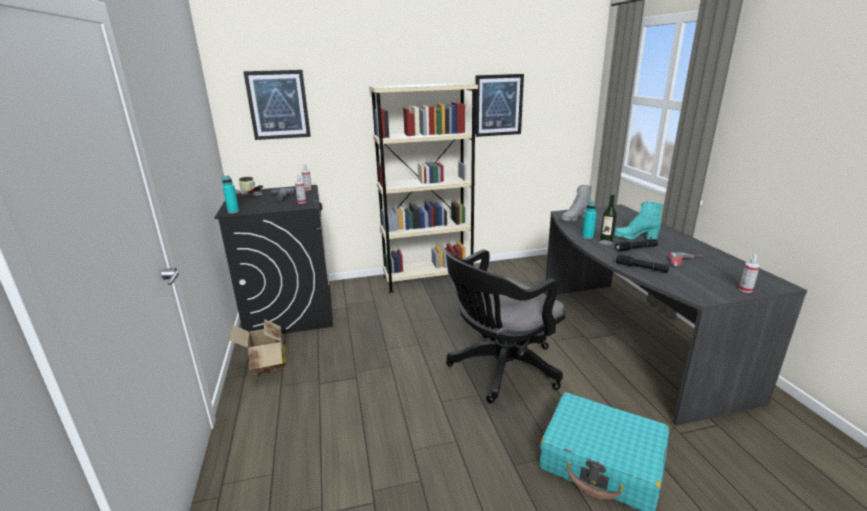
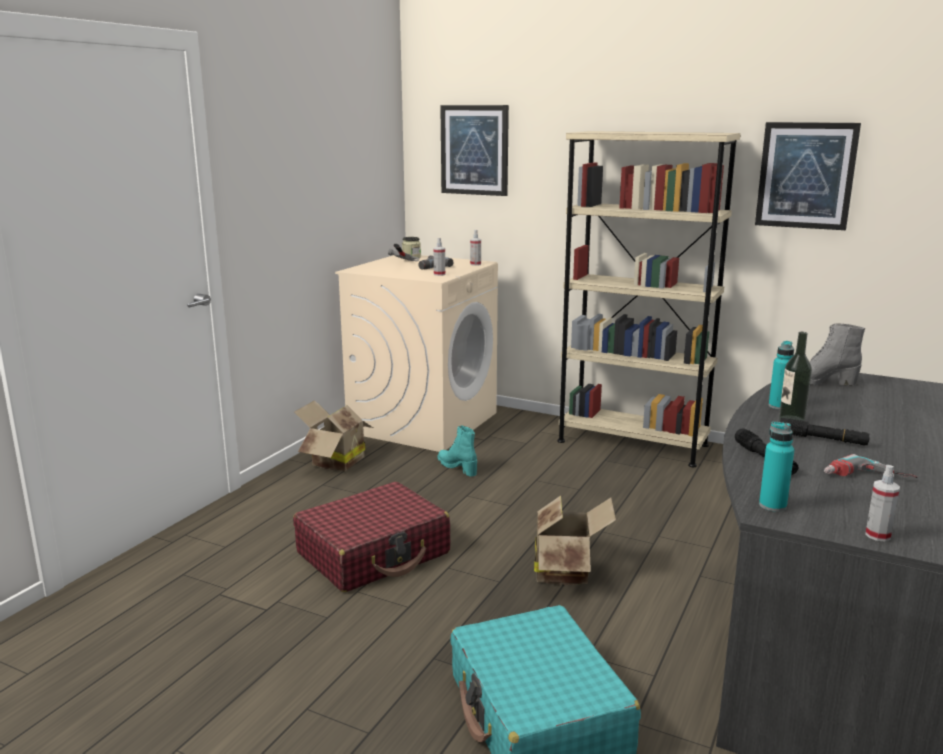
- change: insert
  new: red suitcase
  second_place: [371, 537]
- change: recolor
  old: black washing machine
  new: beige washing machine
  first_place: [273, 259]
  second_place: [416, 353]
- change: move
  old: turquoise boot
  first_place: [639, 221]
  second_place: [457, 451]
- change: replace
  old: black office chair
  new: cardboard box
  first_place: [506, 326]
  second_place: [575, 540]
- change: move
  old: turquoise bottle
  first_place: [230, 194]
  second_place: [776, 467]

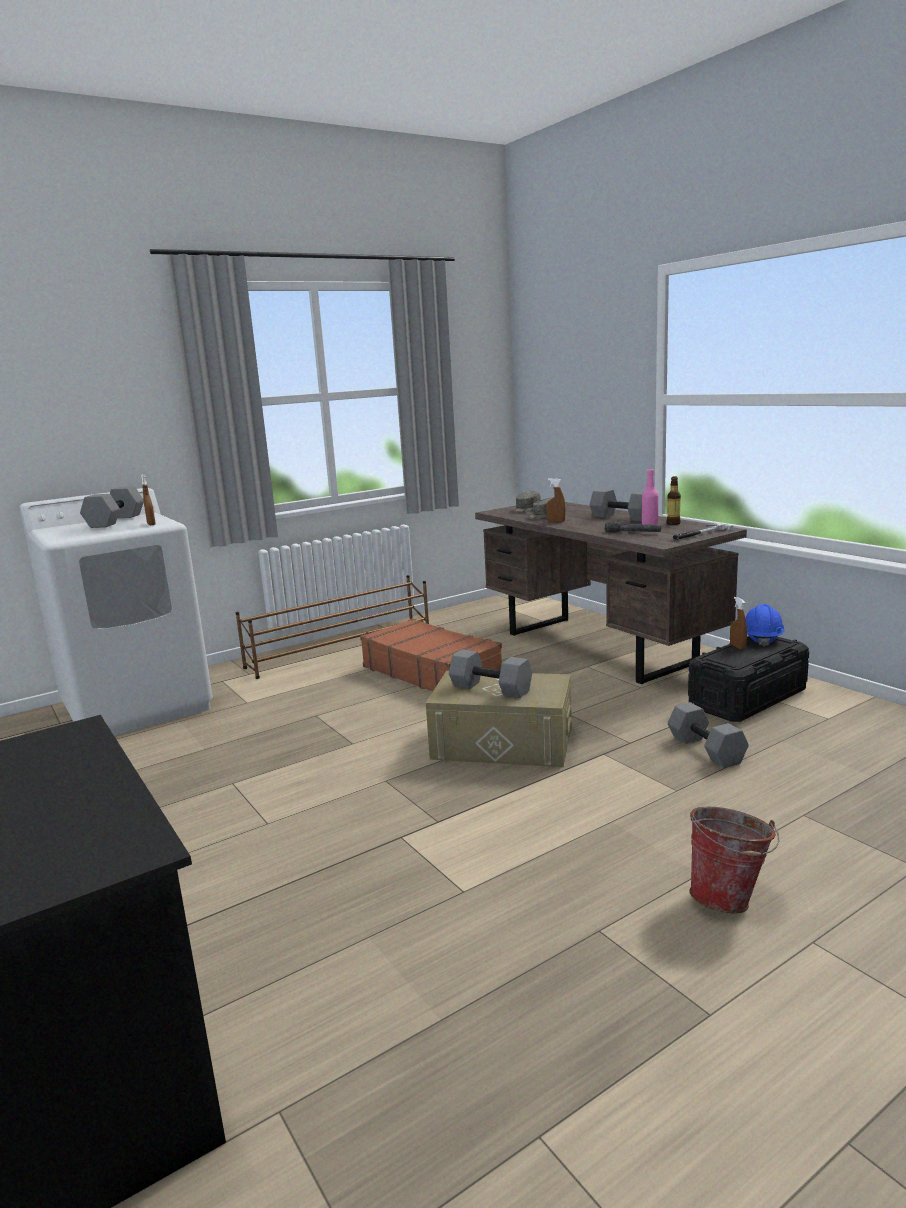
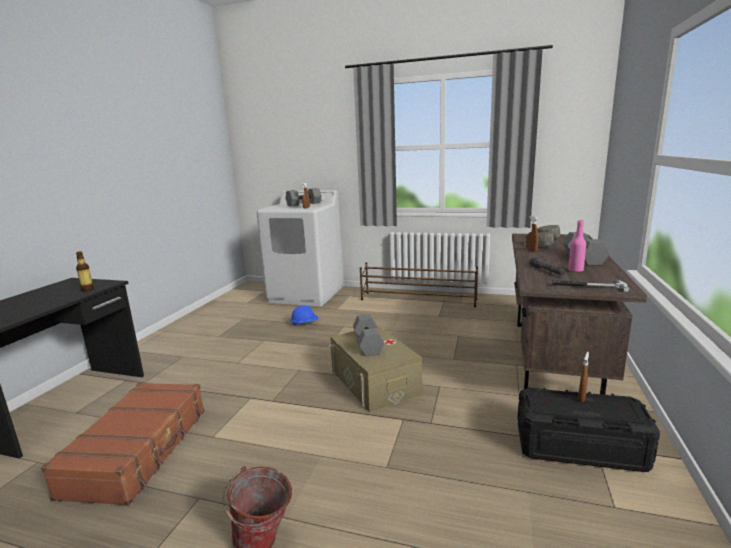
- change: move
  old: brown suitcase
  first_place: [431, 655]
  second_place: [122, 444]
- change: move
  old: bottle
  first_place: [674, 501]
  second_place: [85, 271]
- change: move
  old: blue hard hat
  first_place: [765, 625]
  second_place: [304, 316]
- change: delete
  old: grey dumbbell
  first_place: [708, 735]

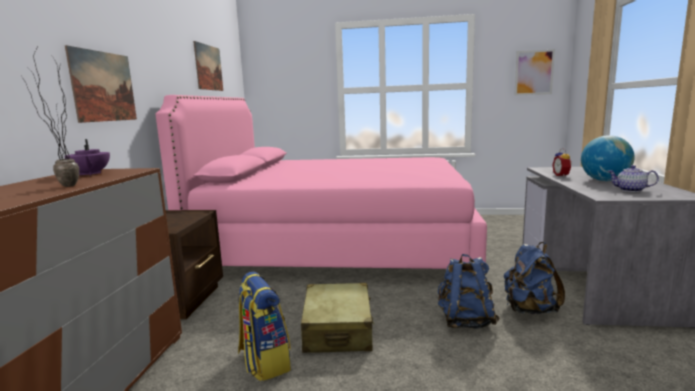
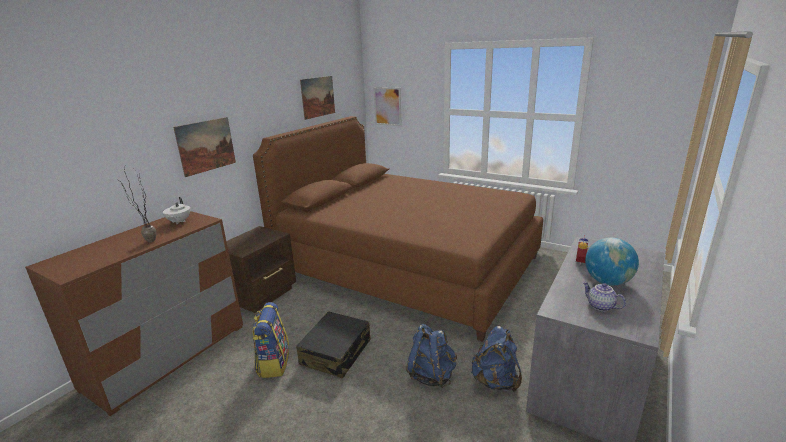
- change: recolor
  old: purple teapot
  new: white teapot
  first_place: [87, 157]
  second_place: [176, 210]
- change: recolor
  old: pink bed
  new: brown bed
  first_place: [321, 182]
  second_place: [398, 229]
- change: recolor
  old: beige suitcase
  new: black suitcase
  first_place: [337, 318]
  second_place: [333, 344]
- change: move
  old: picture
  first_place: [534, 72]
  second_place: [387, 106]

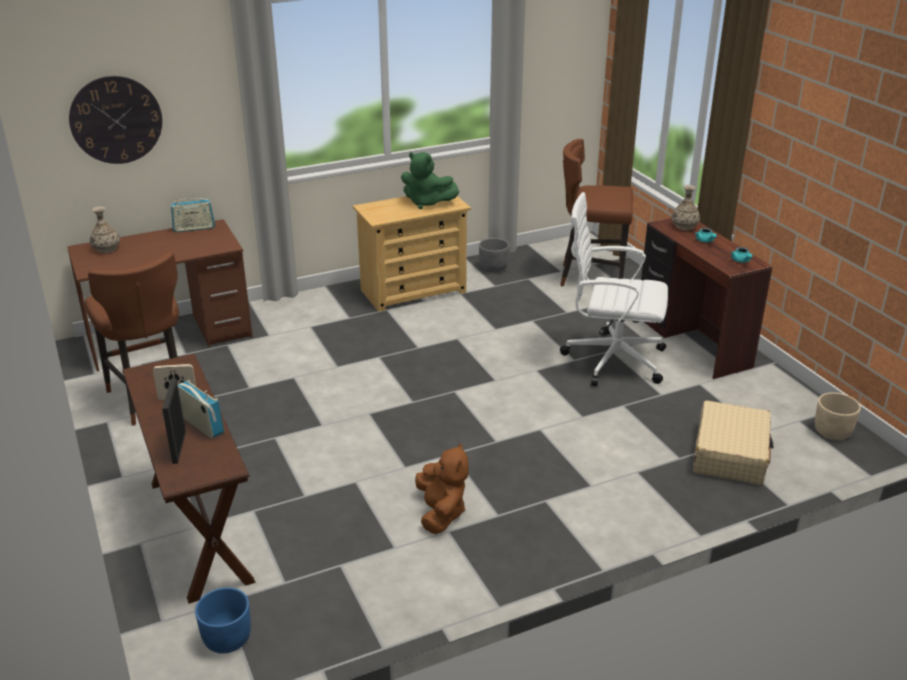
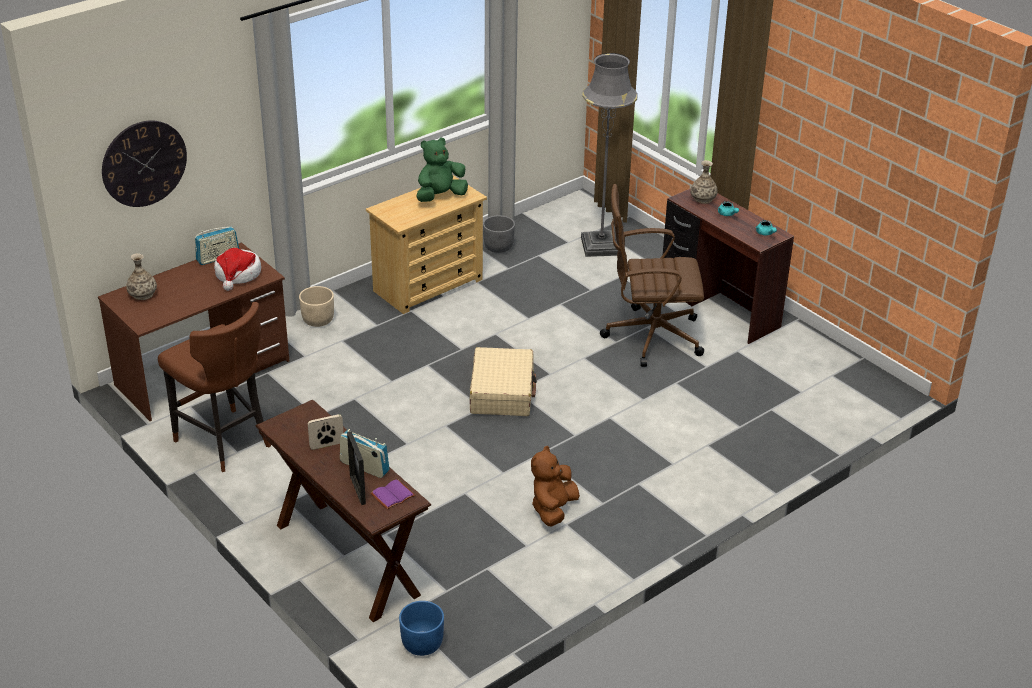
- change: insert
  new: hat
  second_place: [237, 269]
- change: move
  old: beige planter
  first_place: [838, 416]
  second_place: [316, 306]
- change: insert
  new: purple book
  second_place: [392, 494]
- change: rotate
  old: green plush toy
  first_place: [430, 180]
  second_place: [442, 169]
  degrees: 135
- change: move
  old: beige suitcase
  first_place: [733, 442]
  second_place: [503, 381]
- change: rotate
  old: brown plush toy
  first_place: [442, 488]
  second_place: [555, 486]
  degrees: -135
- change: replace
  old: brown stool
  new: grey floor lamp
  first_place: [596, 212]
  second_place: [609, 155]
- change: recolor
  old: white office chair
  new: brown office chair
  first_place: [614, 289]
  second_place: [652, 275]

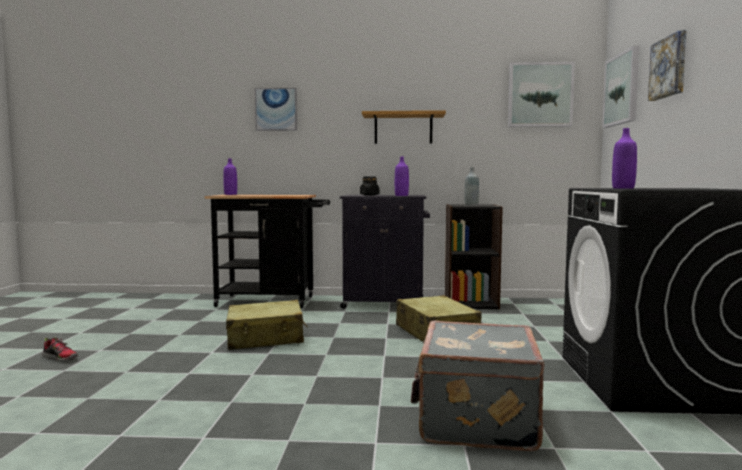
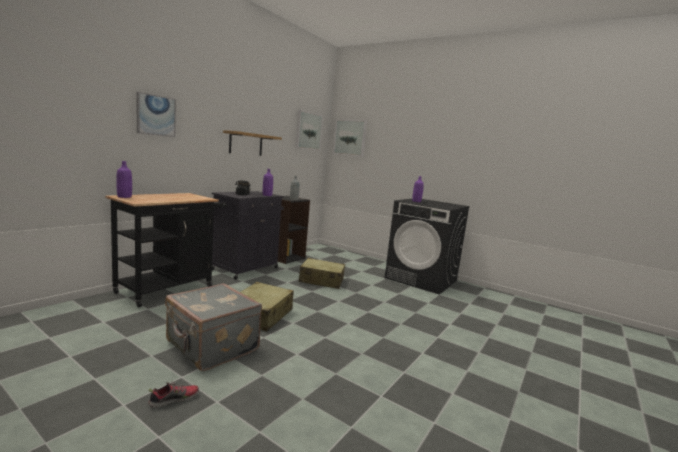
- change: move
  old: grey suitcase
  first_place: [477, 386]
  second_place: [213, 327]
- change: delete
  old: picture
  first_place: [667, 65]

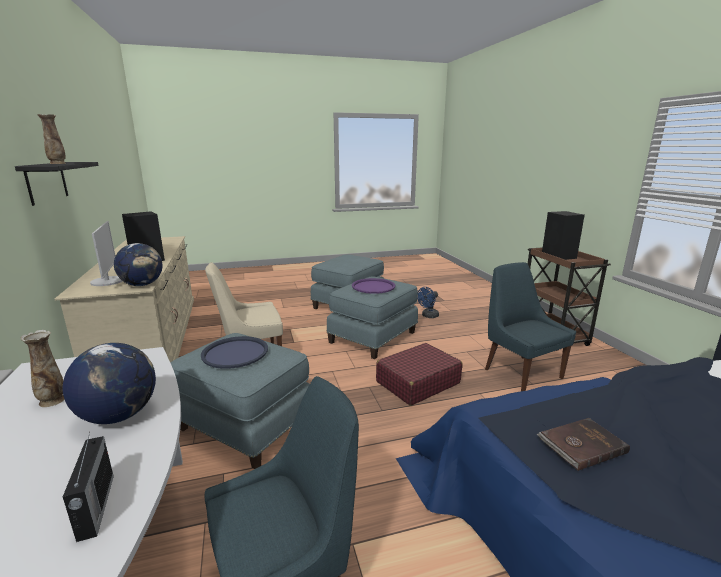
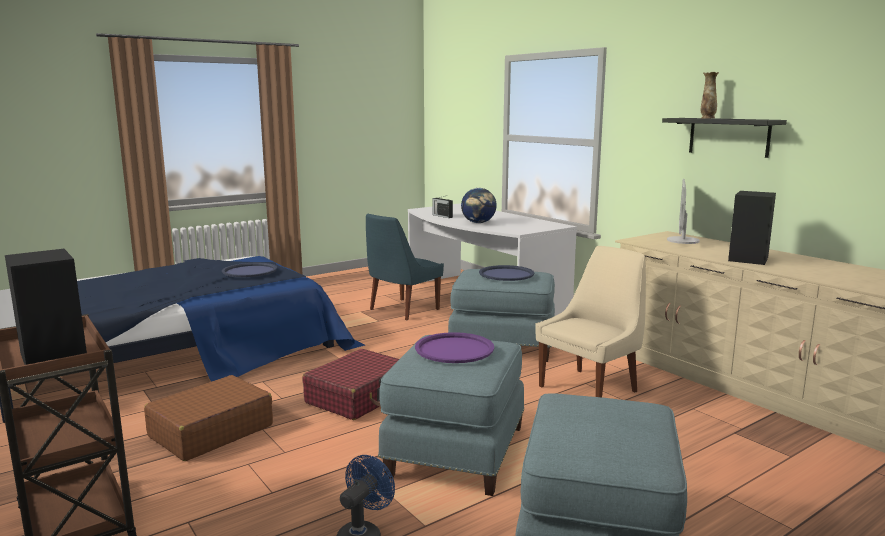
- change: replace
  old: blue chair
  new: brown suitcase
  first_place: [530, 326]
  second_place: [208, 418]
- change: replace
  old: brown book
  new: blue tray
  first_place: [583, 444]
  second_place: [249, 270]
- change: rotate
  old: monitor
  first_place: [106, 253]
  second_place: [683, 211]
  degrees: 60
- change: delete
  old: vase
  first_place: [42, 368]
- change: delete
  old: globe
  first_place: [138, 264]

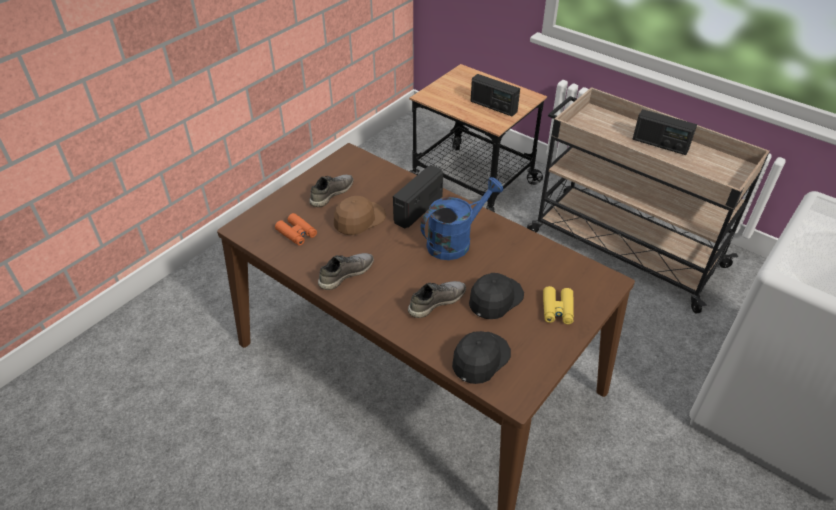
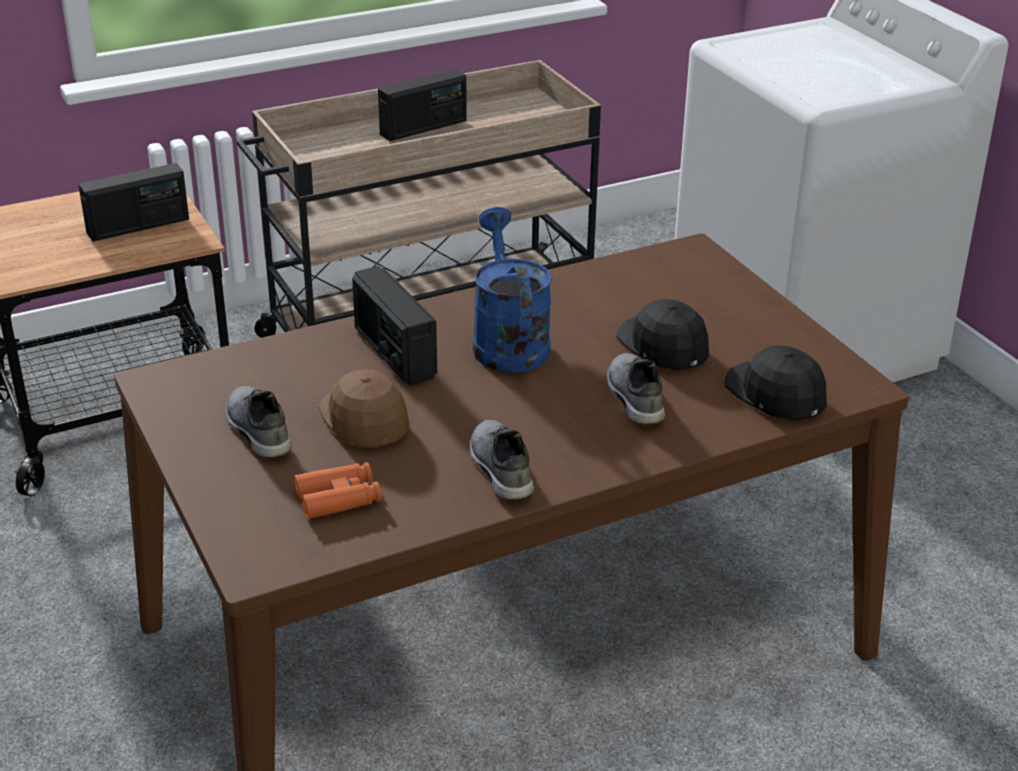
- change: delete
  old: yellow binoculars
  first_place: [558, 305]

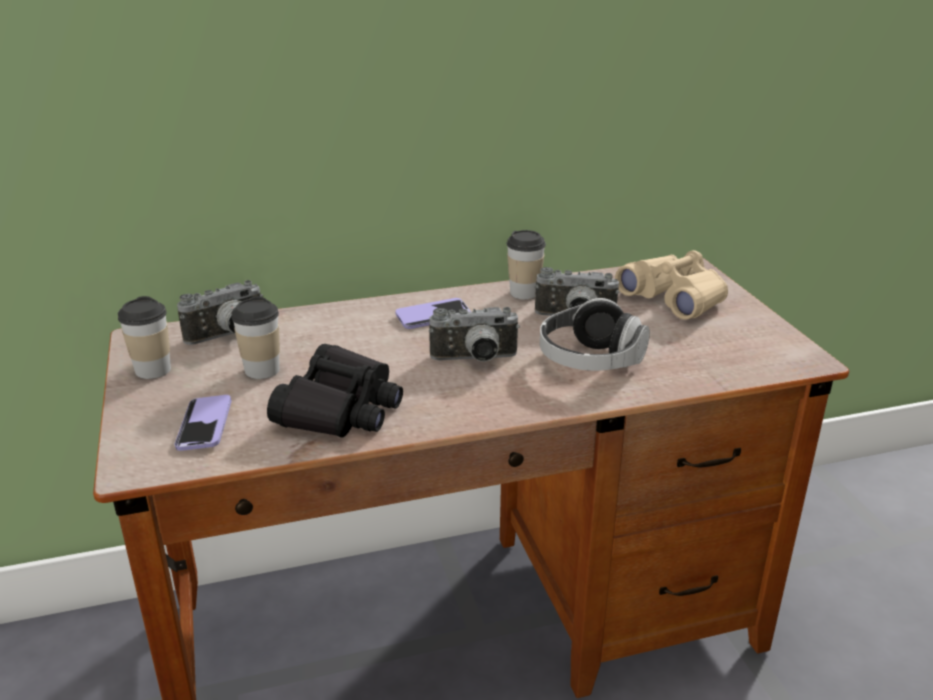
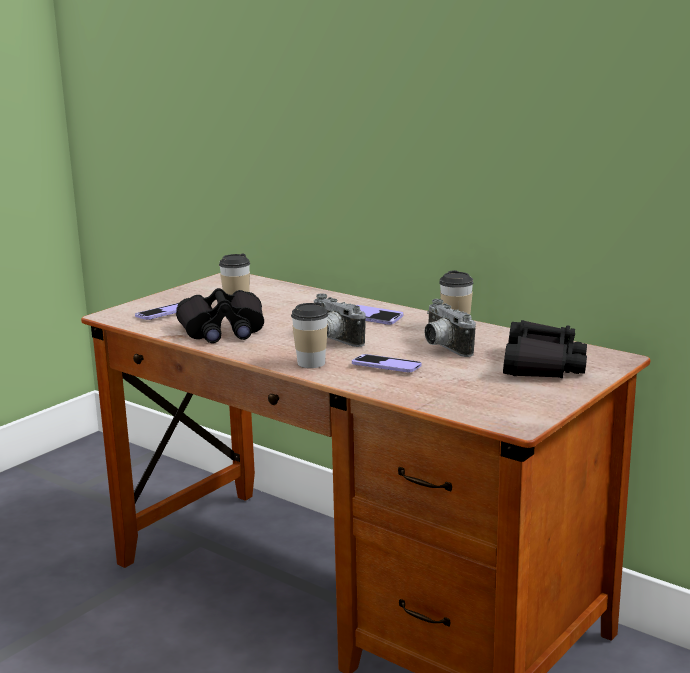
- change: move
  old: cup
  first_place: [144, 337]
  second_place: [309, 335]
- change: replace
  old: headphones
  new: phone
  first_place: [595, 334]
  second_place: [387, 363]
- change: recolor
  old: beige binoculars
  new: black binoculars
  first_place: [671, 285]
  second_place: [545, 349]
- change: delete
  old: photo camera
  first_place: [220, 312]

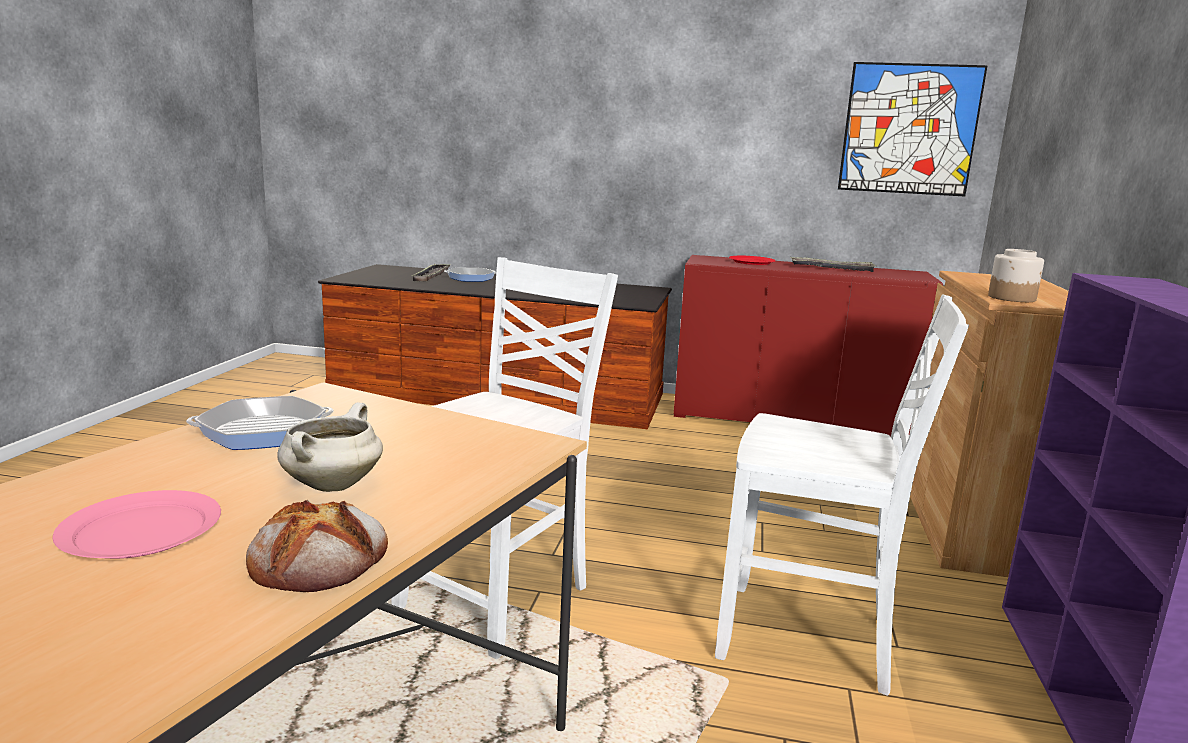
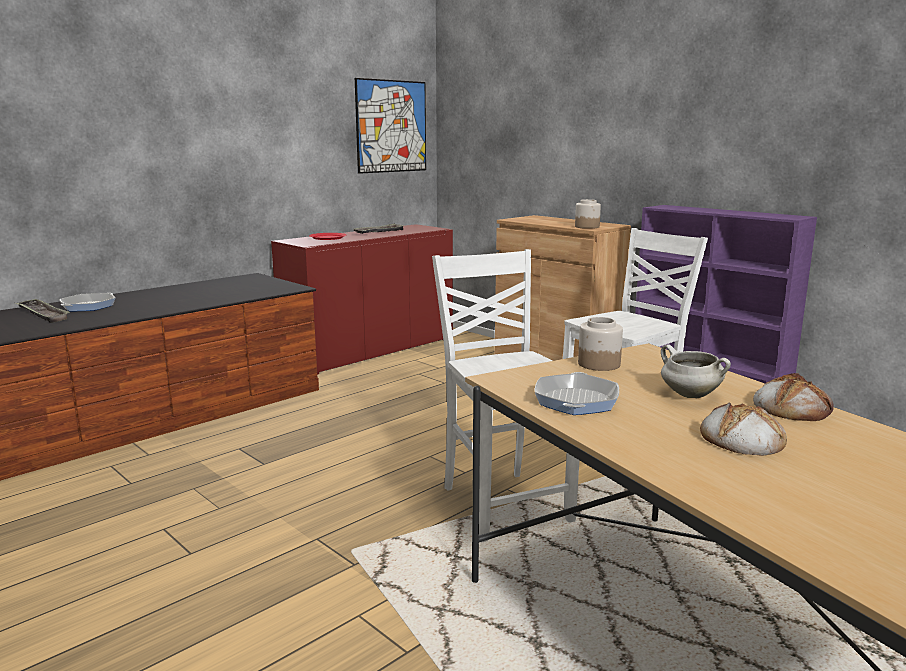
- change: insert
  new: jar
  second_place: [600, 344]
- change: replace
  old: pink plate
  new: bread
  first_place: [136, 524]
  second_place: [743, 429]

